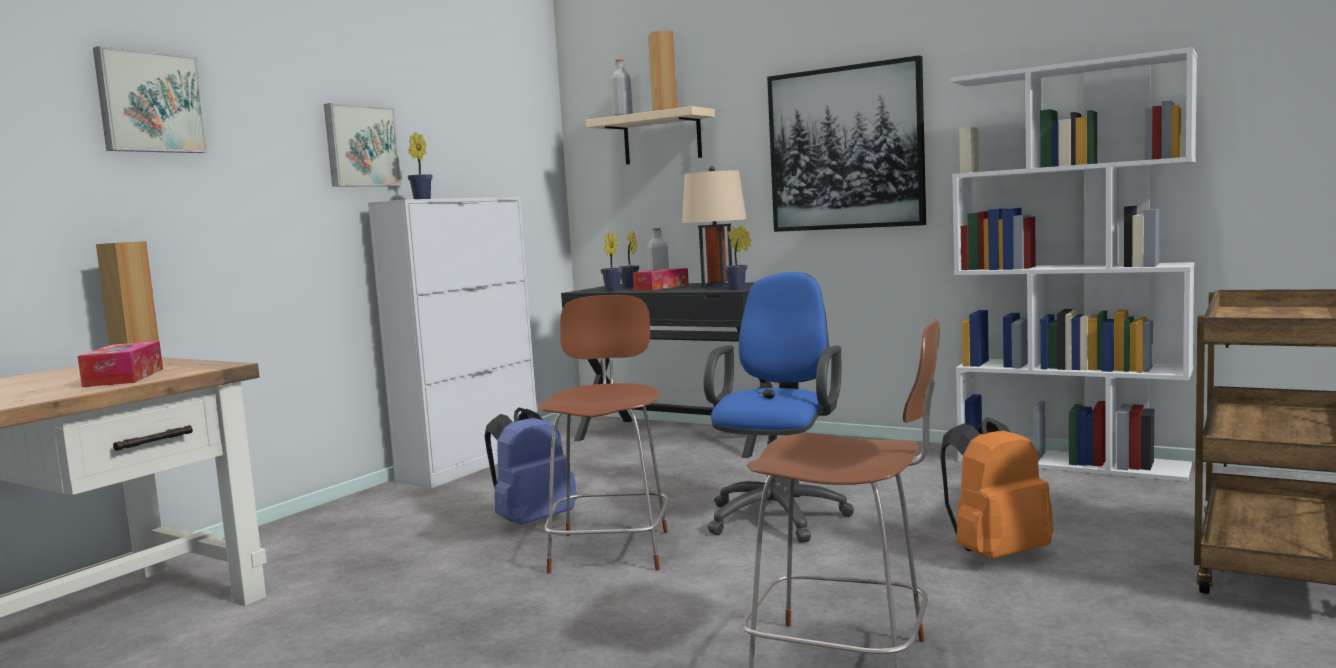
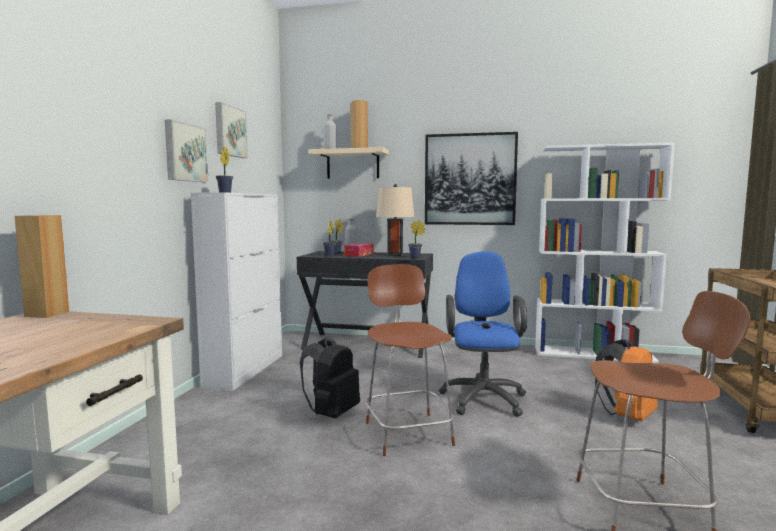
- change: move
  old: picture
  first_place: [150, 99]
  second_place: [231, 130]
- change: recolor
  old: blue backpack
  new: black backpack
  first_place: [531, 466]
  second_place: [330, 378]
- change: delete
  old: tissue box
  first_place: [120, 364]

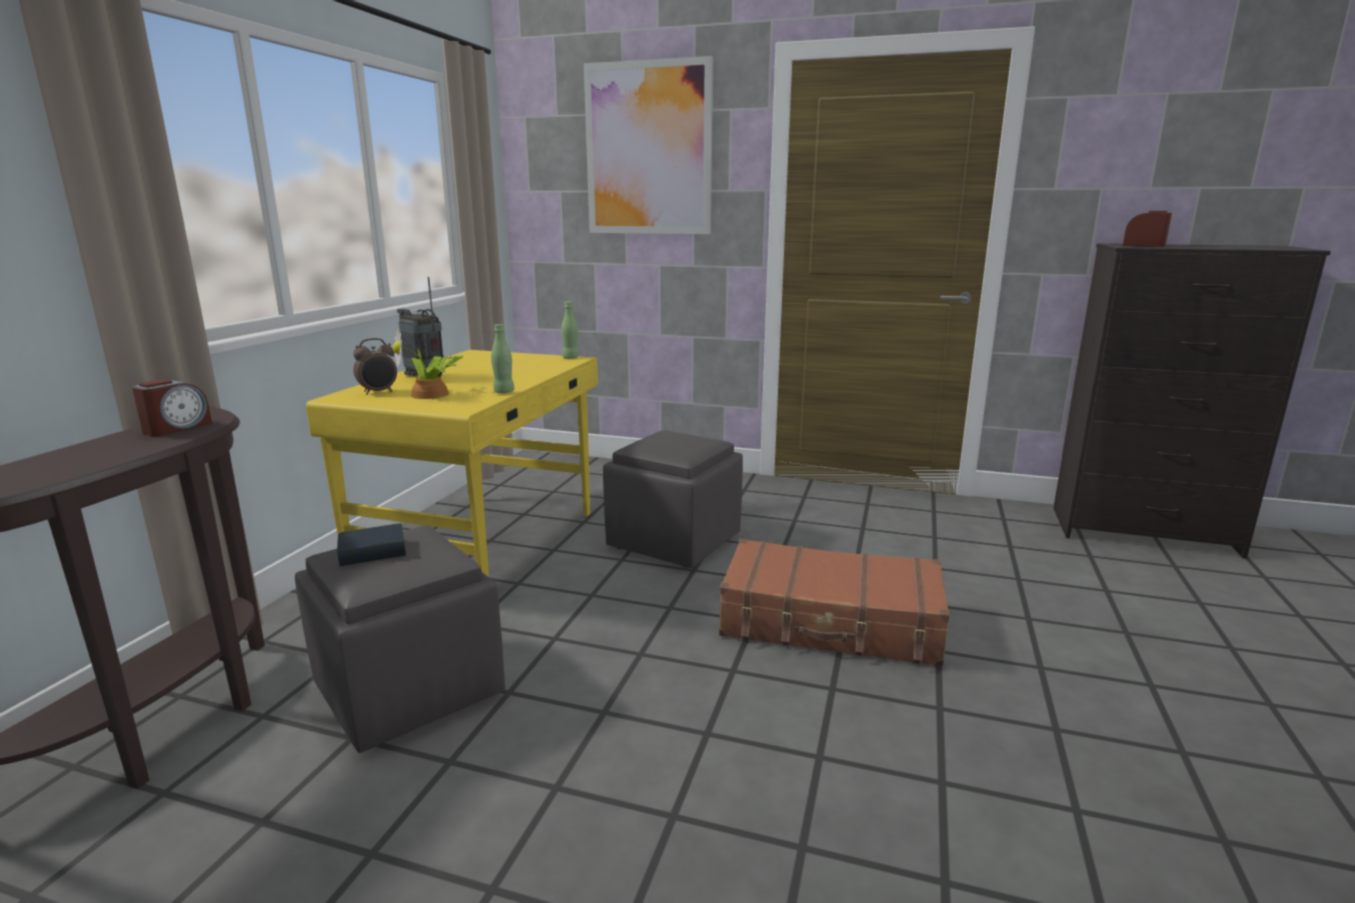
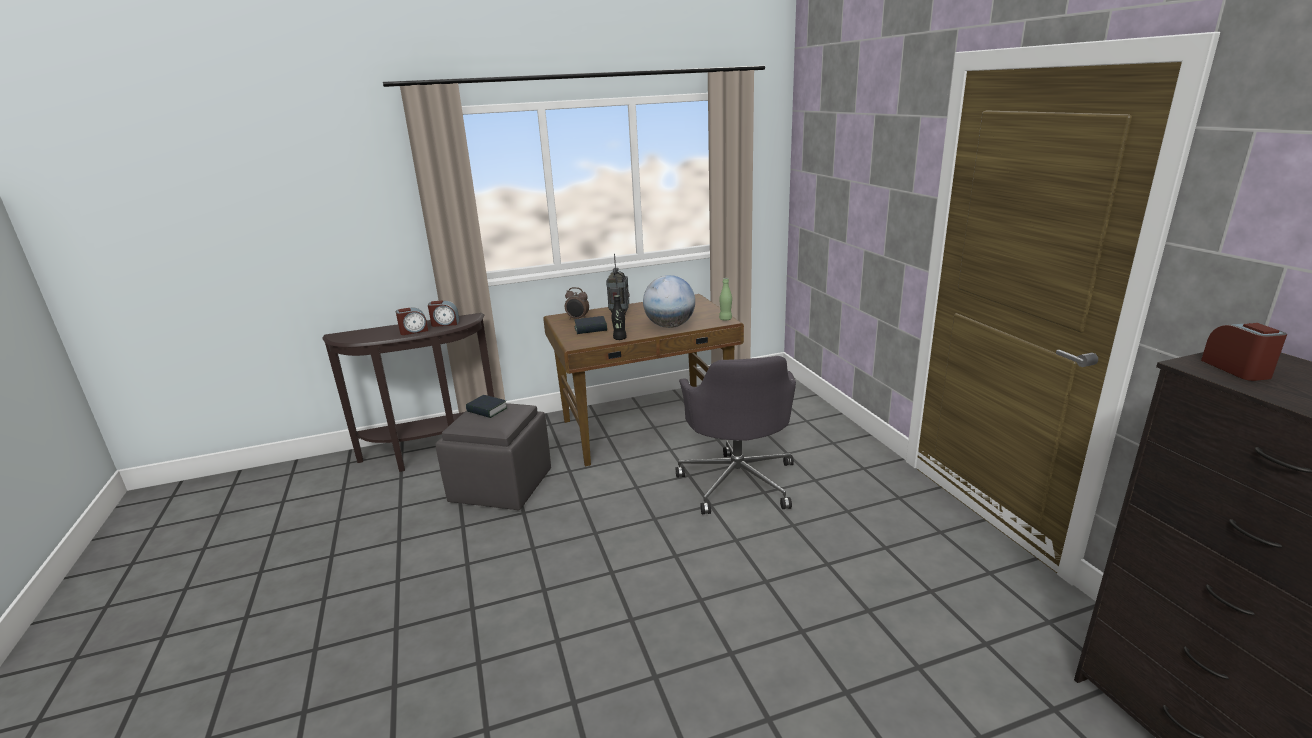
- change: insert
  new: alarm clock
  second_place: [412, 321]
- change: recolor
  old: yellow desk
  new: brown desk
  first_place: [452, 463]
  second_place: [643, 380]
- change: replace
  old: potted plant
  new: book
  first_place: [428, 363]
  second_place: [590, 325]
- change: recolor
  old: green bottle
  new: black bottle
  first_place: [502, 358]
  second_place: [619, 317]
- change: insert
  new: globe
  second_place: [669, 301]
- change: replace
  old: grey ottoman
  new: grey office chair
  first_place: [673, 499]
  second_place: [736, 435]
- change: delete
  old: picture
  first_place: [648, 145]
- change: delete
  old: brown suitcase
  first_place: [834, 603]

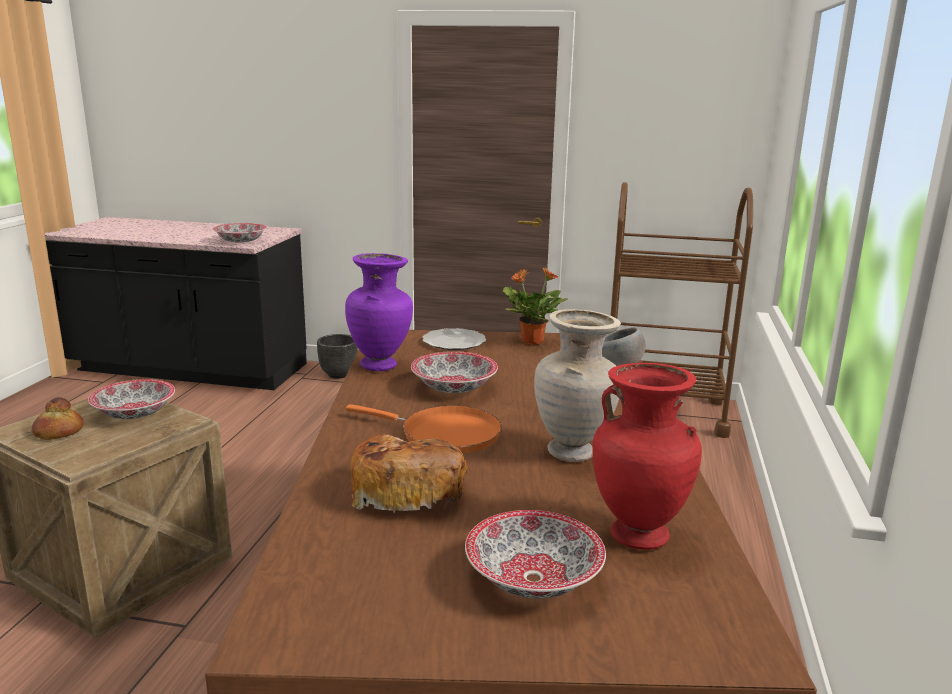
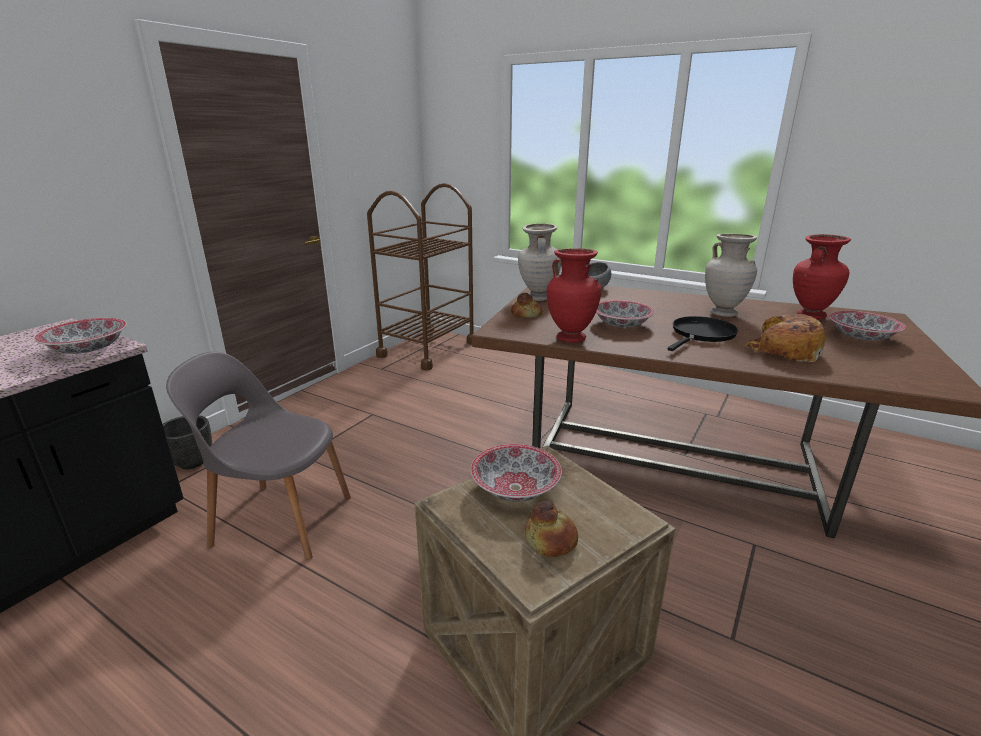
- change: insert
  new: grey chair
  second_place: [258, 456]
- change: replace
  old: plate
  new: bread
  first_place: [454, 339]
  second_place: [526, 305]
- change: replace
  old: potted plant
  new: beige vase
  first_place: [535, 306]
  second_place: [539, 262]
- change: recolor
  old: purple vase
  new: red vase
  first_place: [379, 312]
  second_place: [574, 295]
- change: recolor
  old: orange frying pan
  new: black frying pan
  first_place: [423, 428]
  second_place: [703, 333]

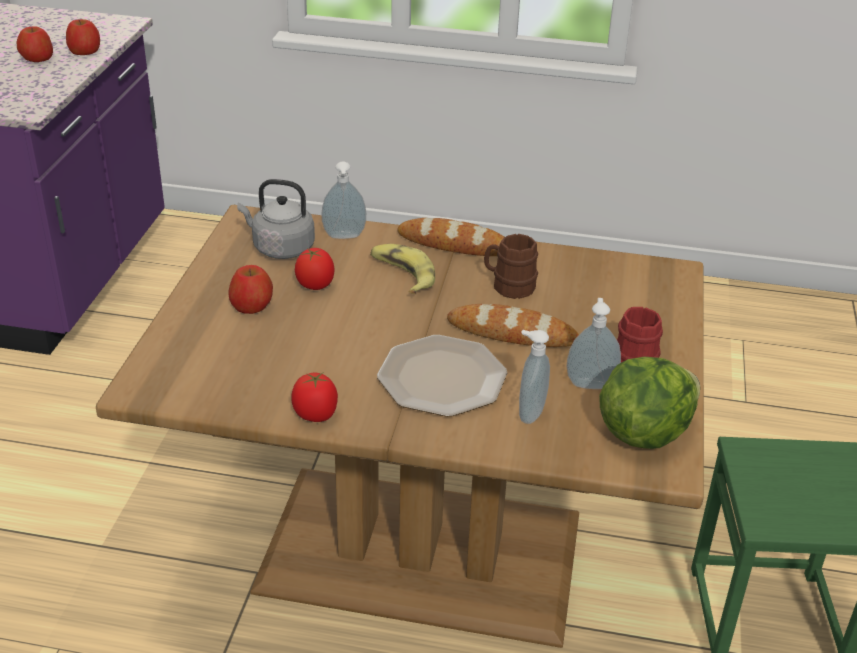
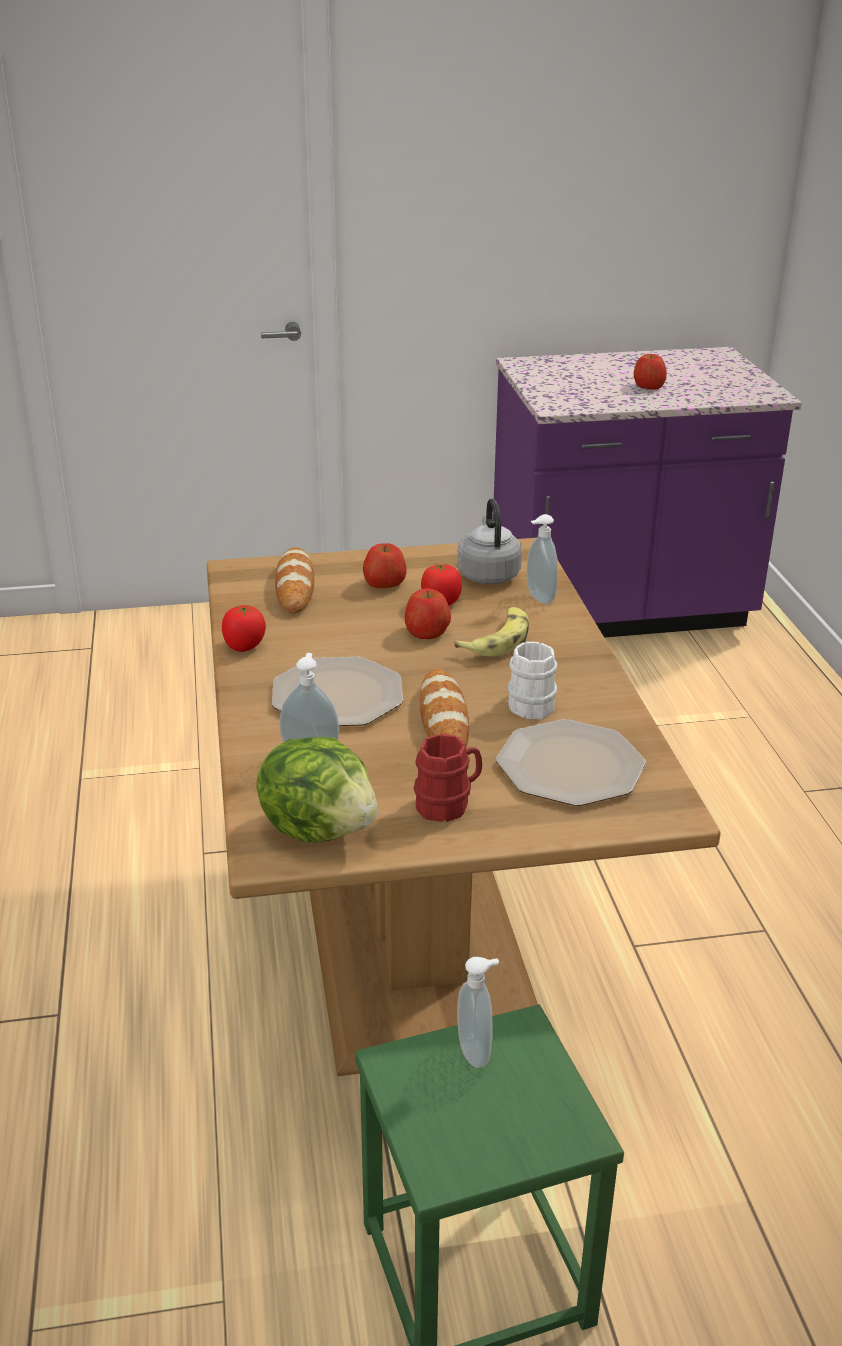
- change: move
  old: bread
  first_place: [450, 237]
  second_place: [294, 580]
- change: move
  old: apple
  first_place: [83, 37]
  second_place: [428, 613]
- change: move
  old: soap dispenser
  first_place: [593, 343]
  second_place: [478, 1012]
- change: insert
  new: plate
  second_place: [571, 762]
- change: recolor
  old: brown mug
  new: white mug
  first_place: [511, 266]
  second_place: [532, 680]

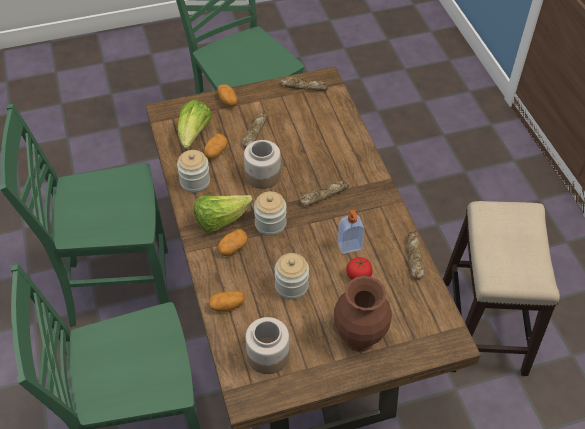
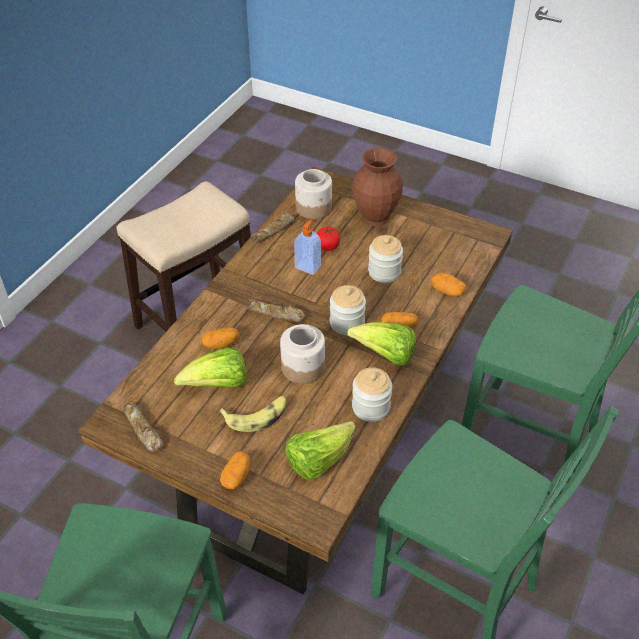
- change: insert
  new: lettuce
  second_place: [210, 367]
- change: move
  old: potato
  first_place: [216, 146]
  second_place: [220, 338]
- change: replace
  old: bread
  new: banana
  first_place: [255, 130]
  second_place: [252, 414]
- change: move
  old: jar
  first_place: [267, 345]
  second_place: [313, 194]

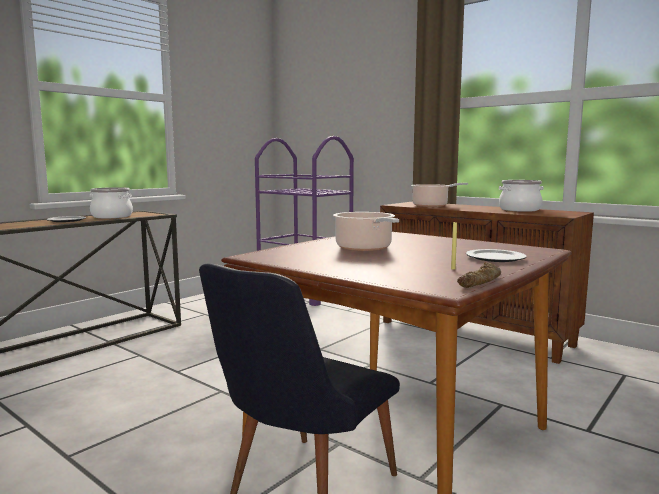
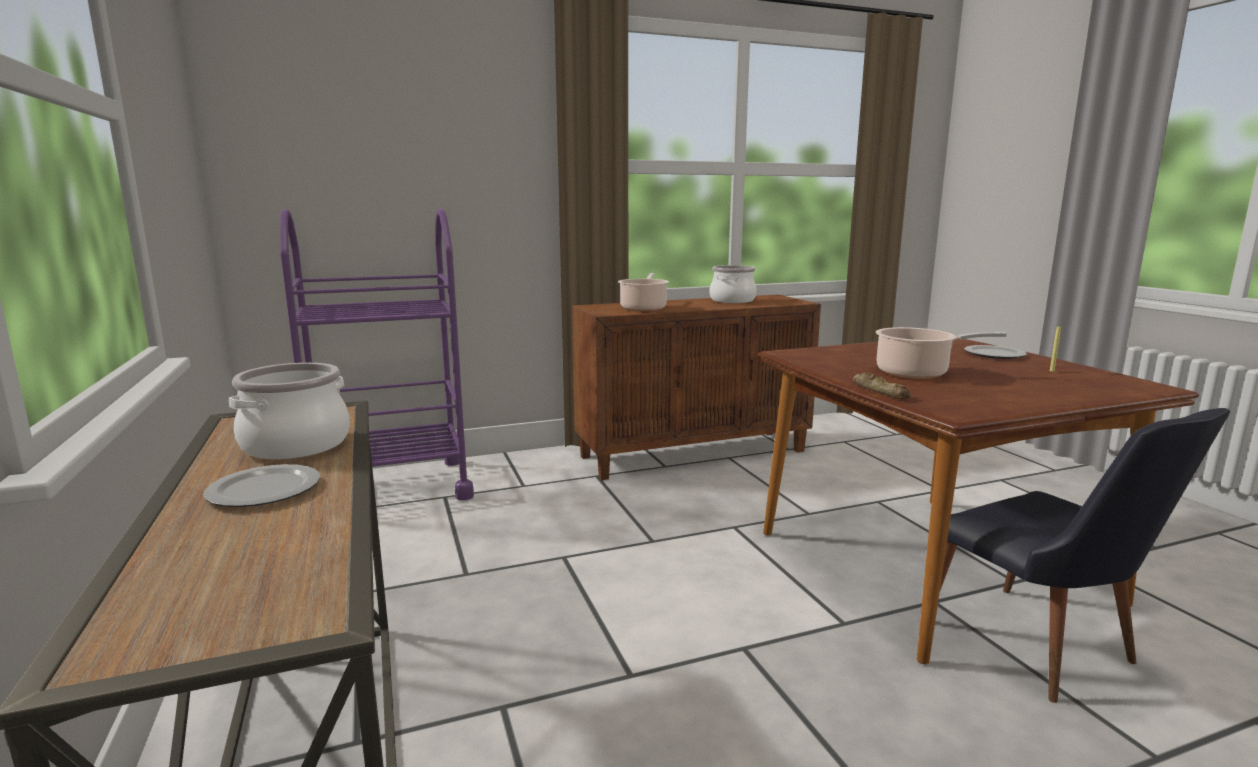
- change: move
  old: bread
  first_place: [479, 275]
  second_place: [882, 385]

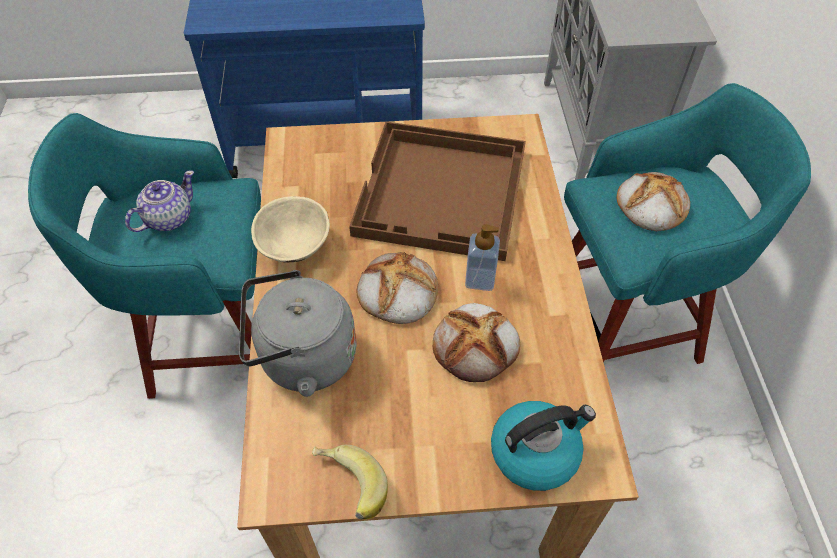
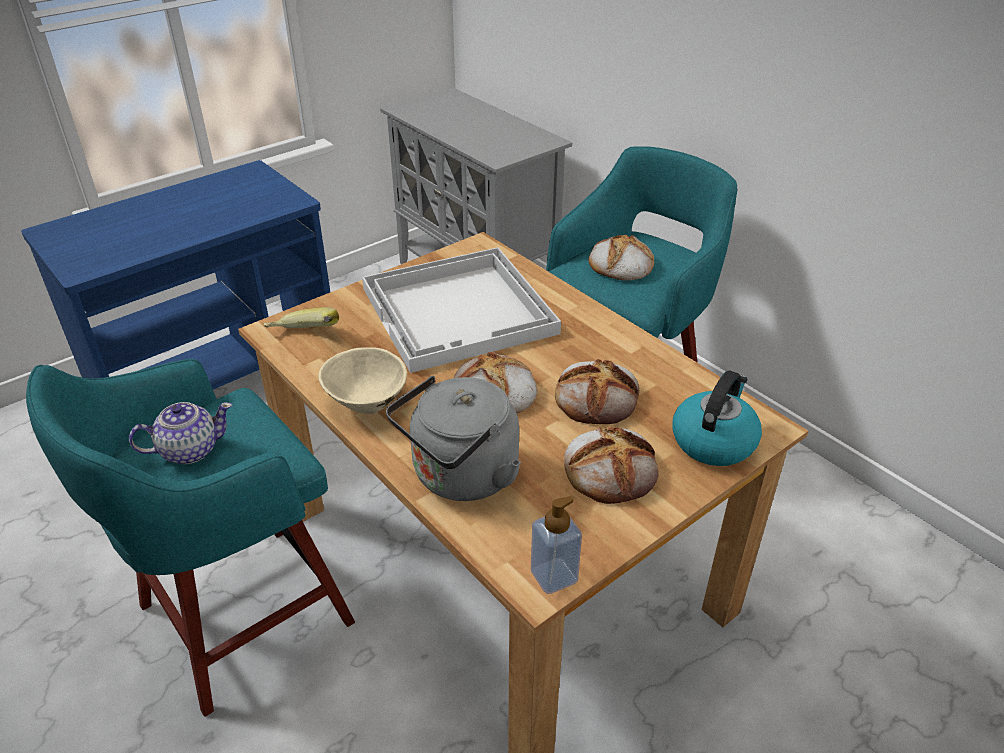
- change: rotate
  old: teapot
  first_place: [159, 201]
  second_place: [180, 433]
  degrees: 60
- change: move
  old: banana
  first_place: [350, 482]
  second_place: [301, 317]
- change: recolor
  old: brown tray
  new: white tray
  first_place: [437, 191]
  second_place: [461, 310]
- change: move
  old: soap dispenser
  first_place: [482, 257]
  second_place: [556, 545]
- change: insert
  new: bread
  second_place: [611, 465]

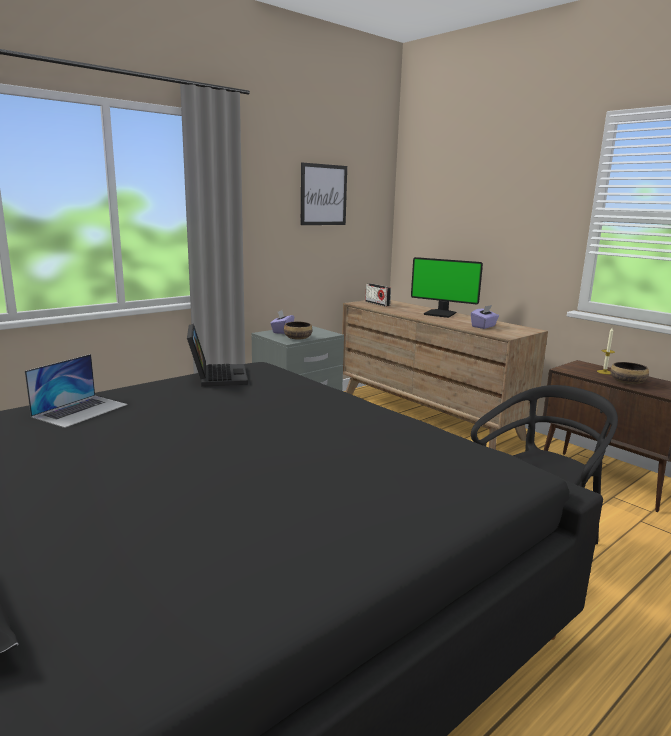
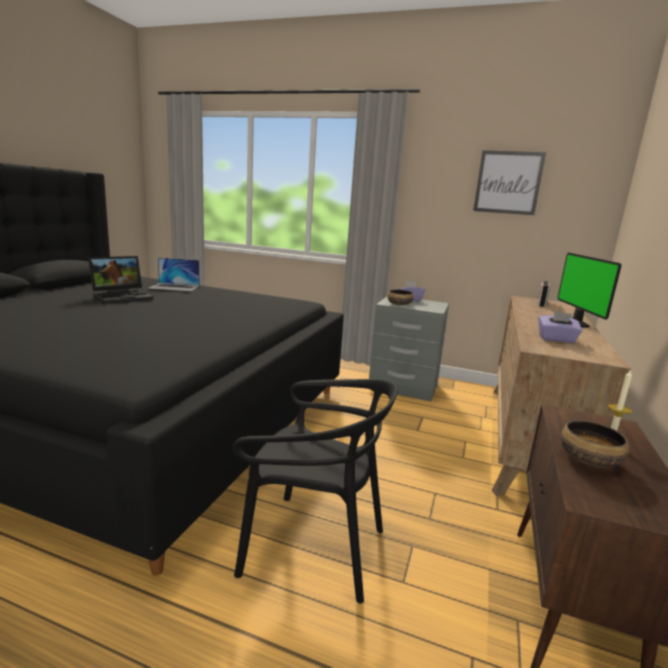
- change: move
  old: laptop
  first_place: [217, 355]
  second_place: [121, 280]

